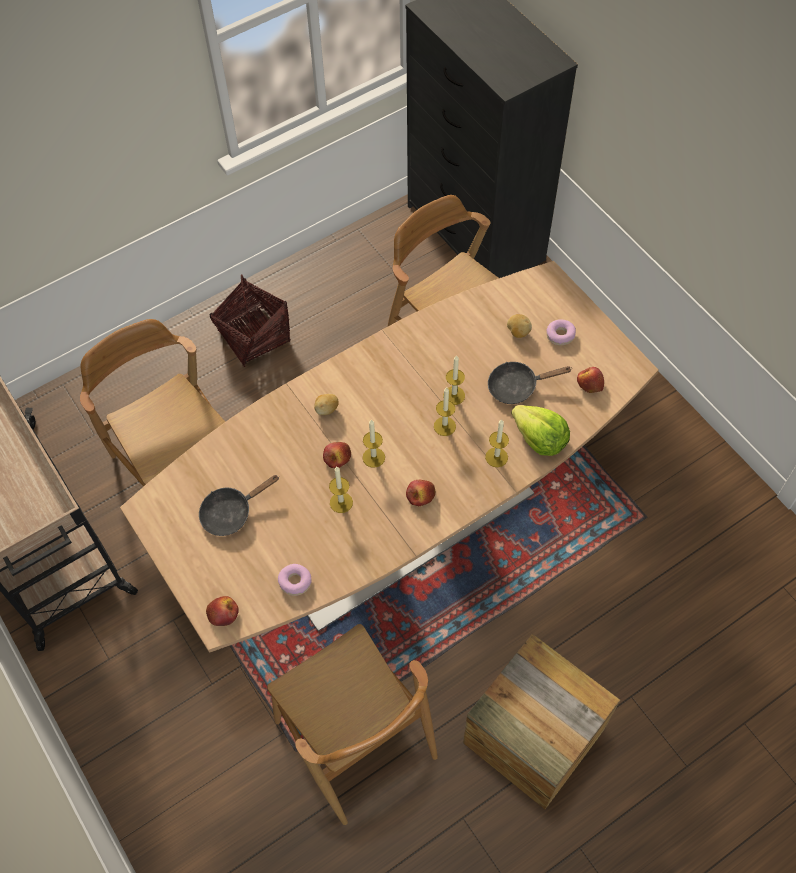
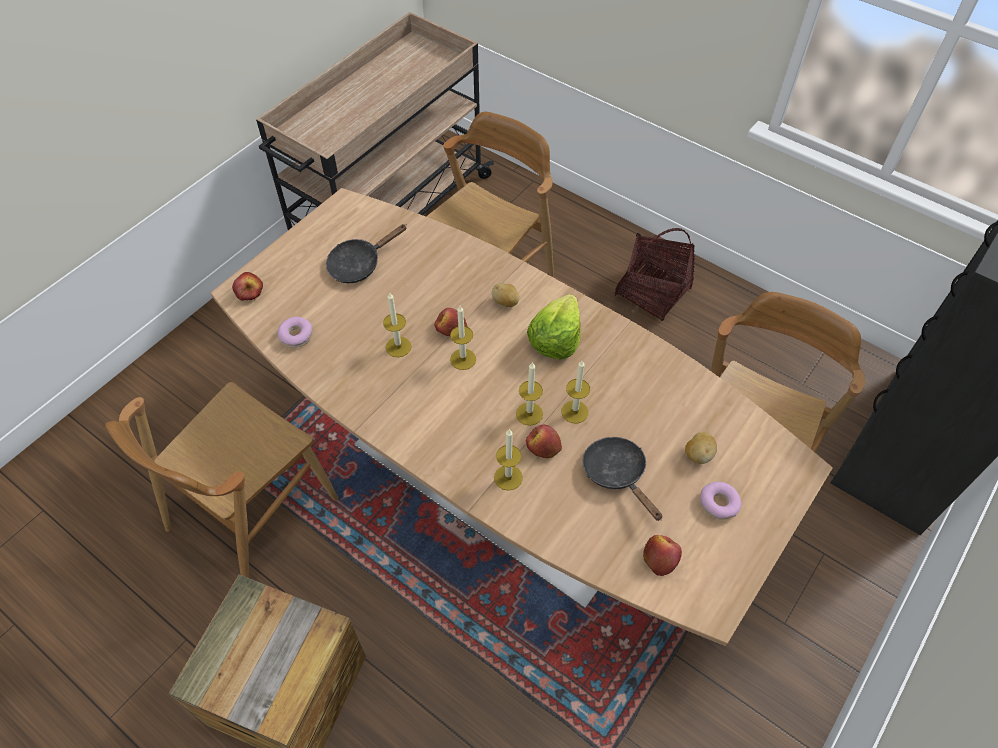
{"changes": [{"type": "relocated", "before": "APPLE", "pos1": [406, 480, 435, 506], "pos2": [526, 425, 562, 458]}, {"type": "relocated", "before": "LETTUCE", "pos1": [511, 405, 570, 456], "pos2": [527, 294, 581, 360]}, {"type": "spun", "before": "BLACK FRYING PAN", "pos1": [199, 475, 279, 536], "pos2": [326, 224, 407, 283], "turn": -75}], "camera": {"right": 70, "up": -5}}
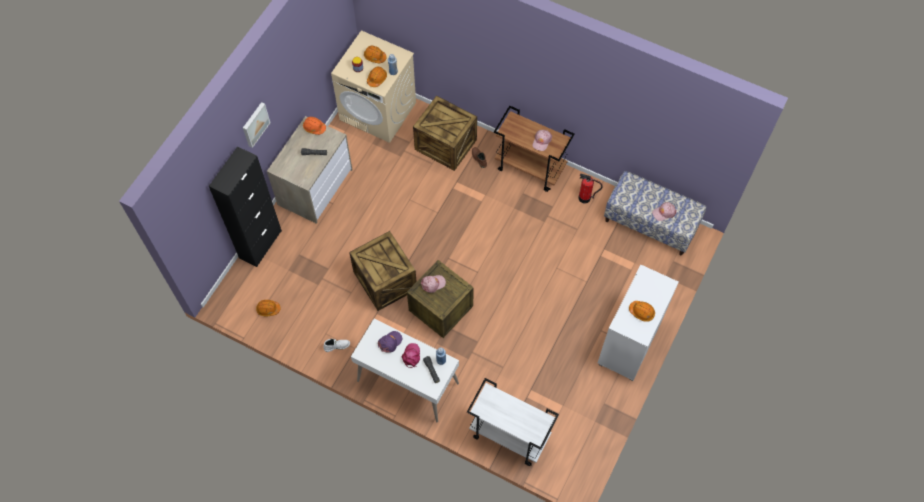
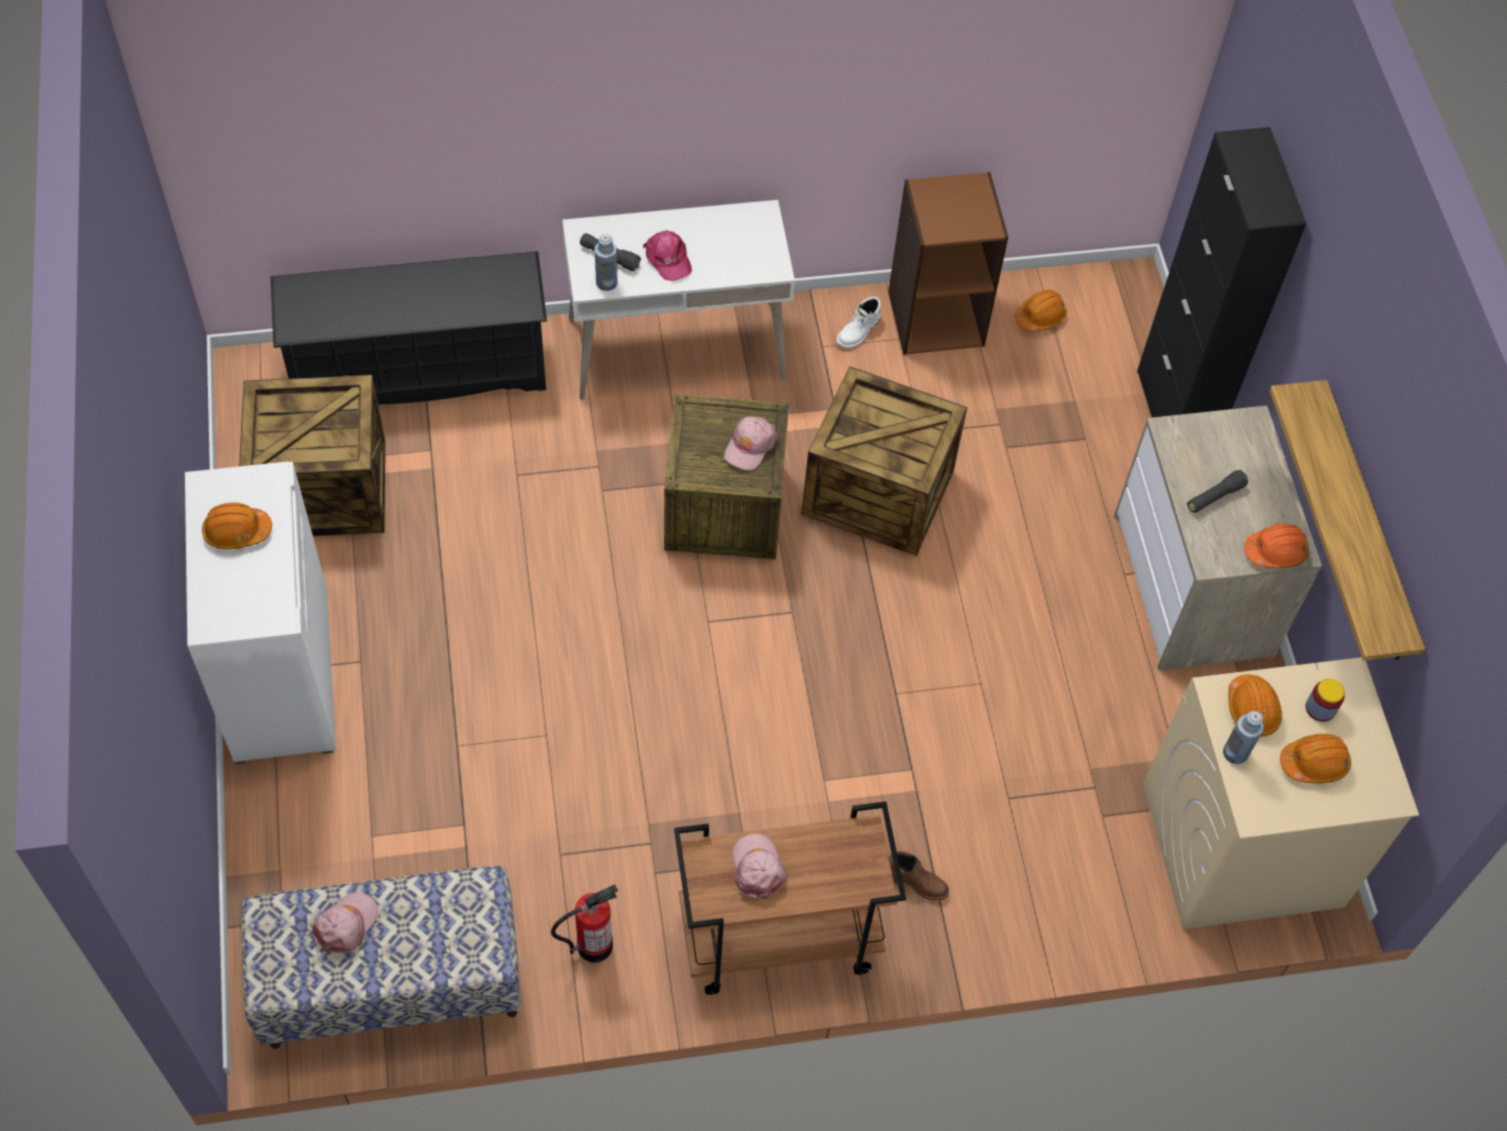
{"changes": [{"type": "missing", "before": "PICTURE", "pos1": [243, 102, 271, 148]}, {"type": "missing", "before": "PURPLE CAP", "pos1": [378, 331, 402, 353]}, {"type": "appeared", "after": "BROWN BOOKCASE", "pos2": [888, 172, 1008, 355]}, {"type": "appeared", "after": "SHELF", "pos2": [1269, 380, 1425, 661]}, {"type": "relocated", "before": "CRATE", "pos1": [413, 95, 477, 171], "pos2": [239, 375, 385, 536]}, {"type": "exchanged", "before": "WHITE CART", "after": "BLACK SHOE RACK", "pos1": [467, 378, 559, 466], "pos2": [271, 251, 547, 405]}], "camera": {"right": 140, "up": -5}}
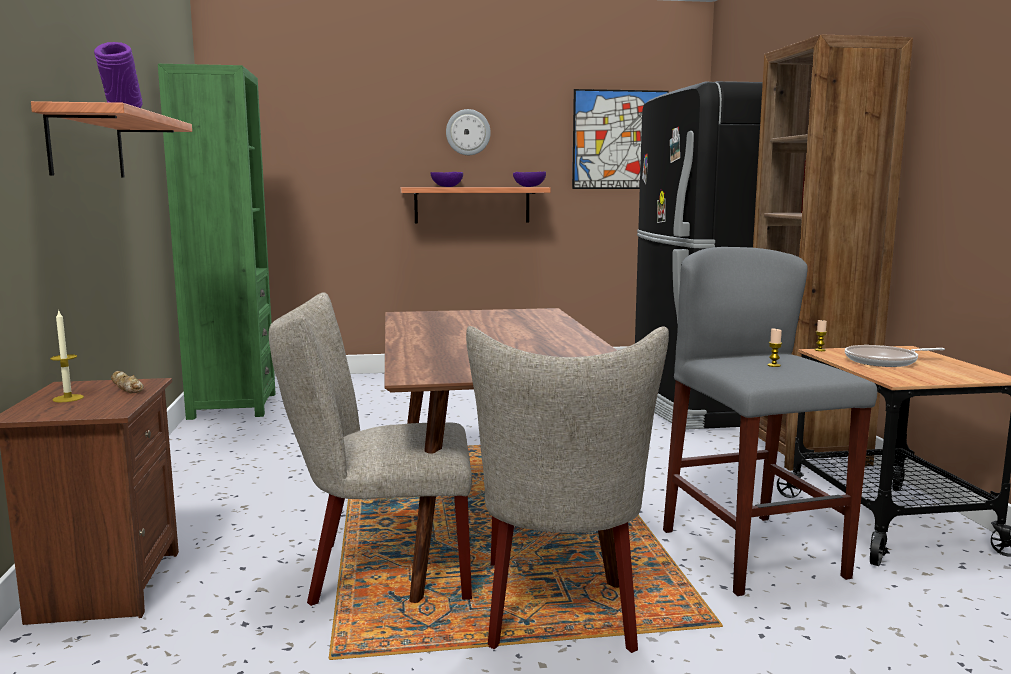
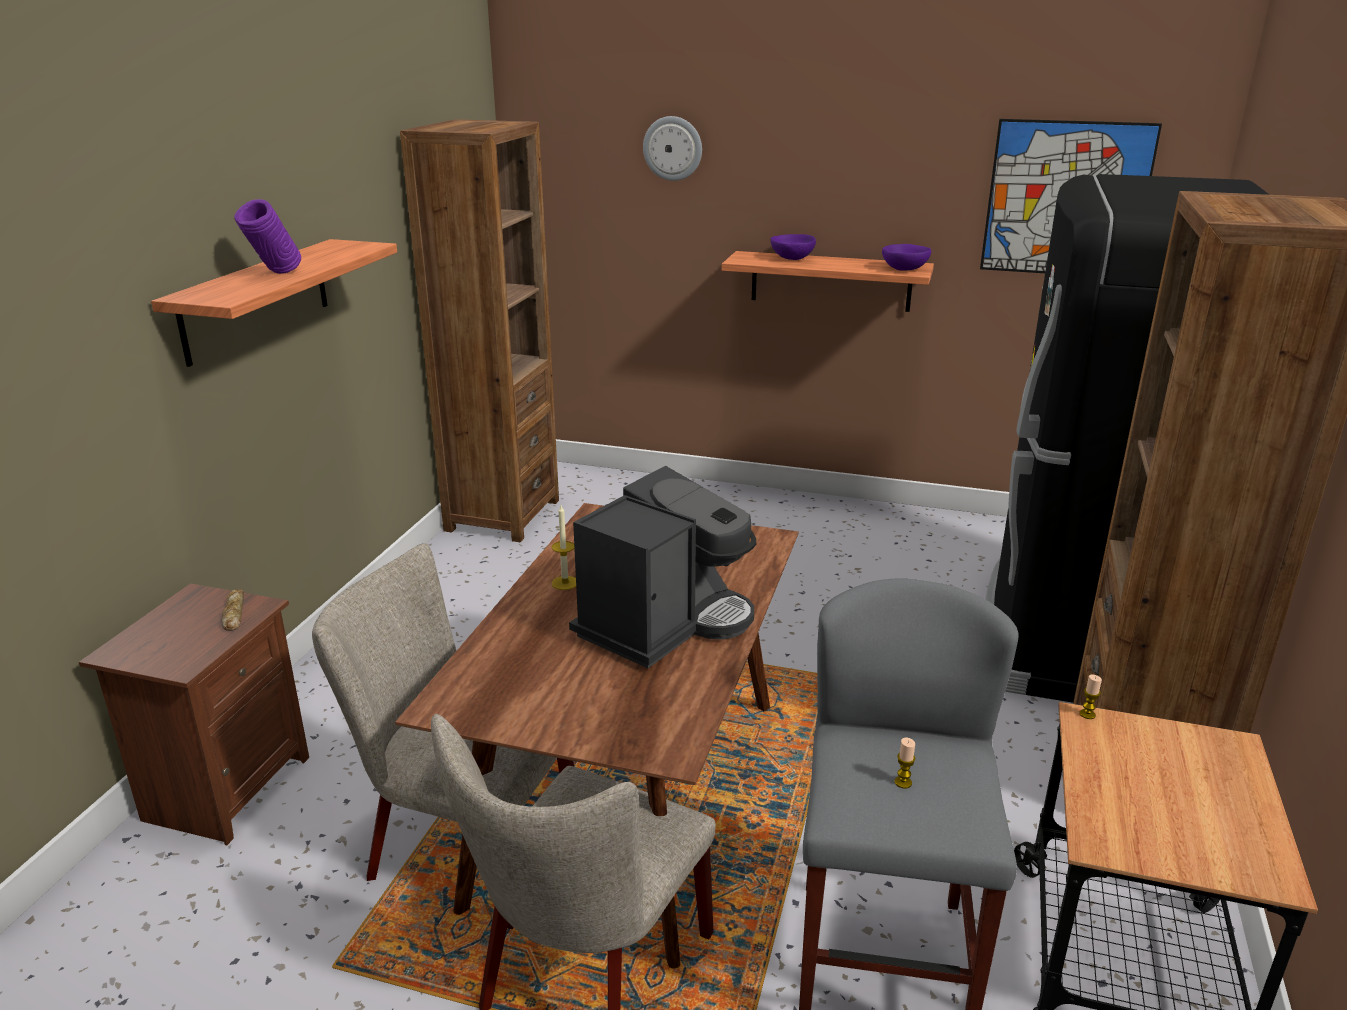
{"changes": [{"type": "missing", "before": "FRYING PAN", "pos1": [845, 345, 945, 367]}, {"type": "appeared", "after": "COFFEE MACHINE", "pos2": [569, 466, 757, 668]}, {"type": "relocated", "before": "CANDLE", "pos1": [50, 311, 84, 402], "pos2": [552, 505, 576, 590]}, {"type": "relocated", "before": "WALL CLOCK", "pos1": [446, 109, 491, 155], "pos2": [643, 116, 702, 181]}, {"type": "colour", "before": "GREEN BOOKCASE", "after": "BROWN BOOKCASE", "pos1": [158, 64, 276, 420], "pos2": [400, 119, 559, 542]}], "camera": {"right": 25, "up": 15}}
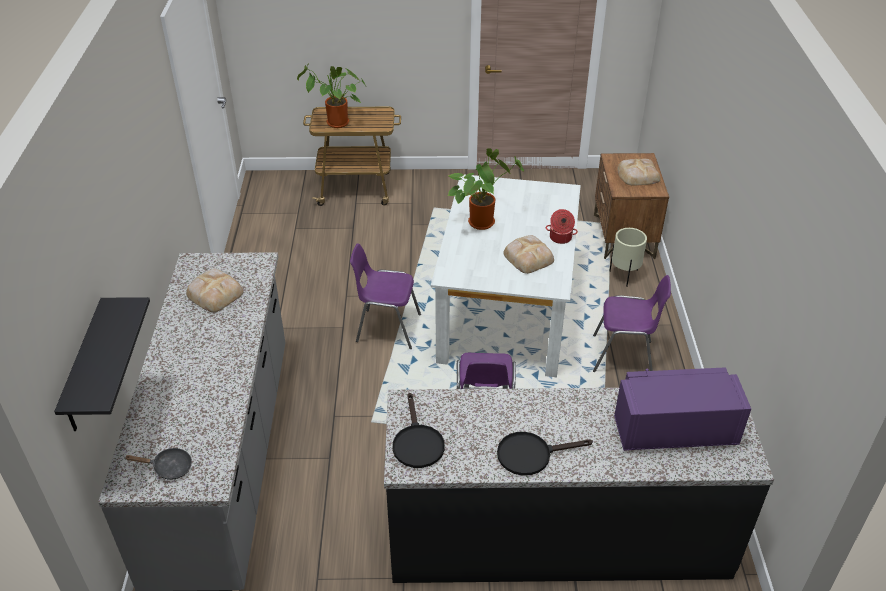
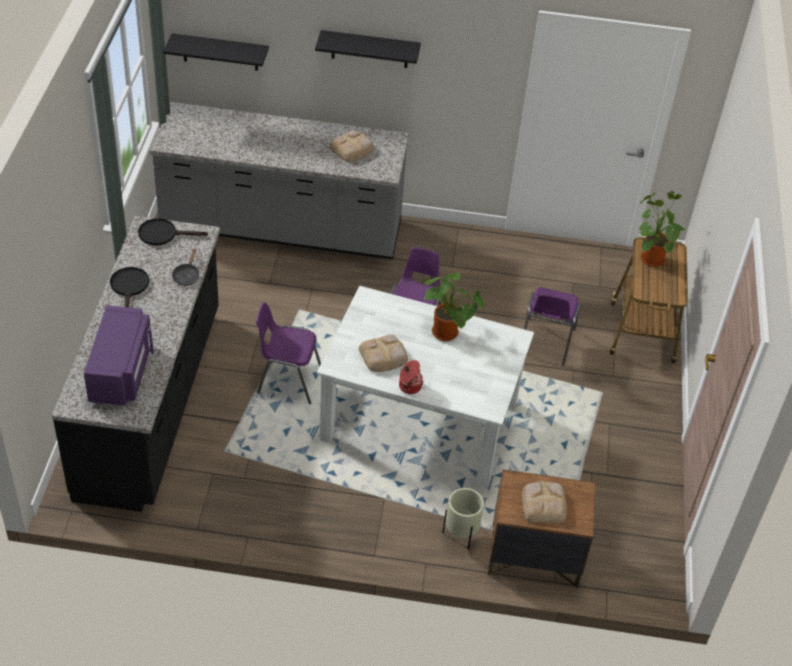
{"changes": [{"type": "appeared", "after": "BLACK SHELF", "pos2": [315, 30, 421, 68]}, {"type": "relocated", "before": "BLACK FRYING PAN", "pos1": [124, 448, 192, 480], "pos2": [172, 248, 199, 286]}, {"type": "relocated", "before": "PURPLE CHAIR", "pos1": [593, 275, 671, 372], "pos2": [524, 287, 581, 365]}], "camera": {"right": 95, "up": 5}}
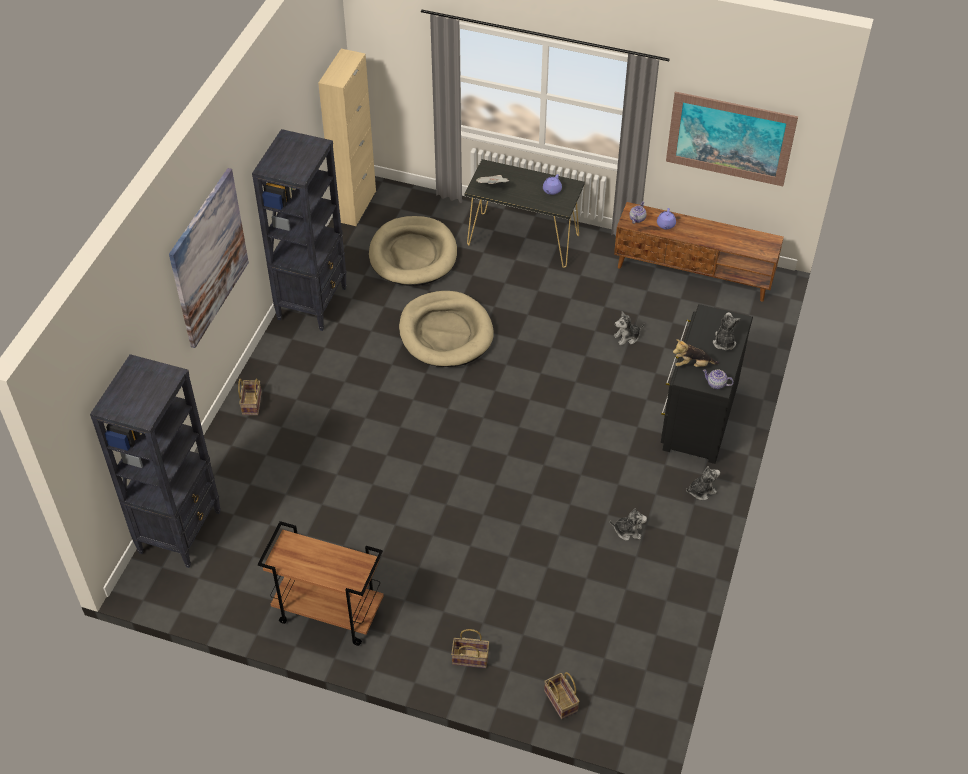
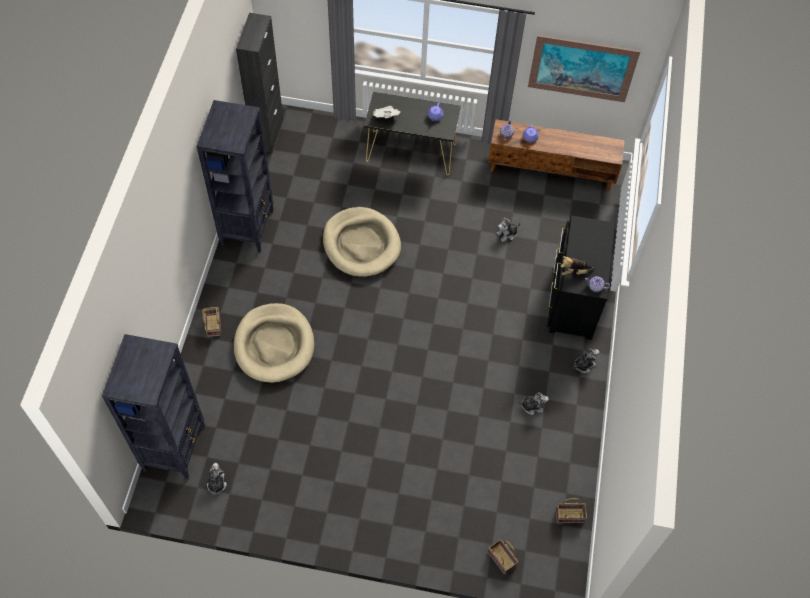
{"changes": [{"type": "missing", "before": "PICTURE", "pos1": [169, 168, 249, 348]}, {"type": "missing", "before": "BROWN CART", "pos1": [258, 521, 384, 646]}, {"type": "relocated", "before": "BEIGE DOG BED", "pos1": [369, 216, 457, 286], "pos2": [234, 303, 314, 383]}, {"type": "relocated", "before": "BASKET", "pos1": [451, 629, 489, 668], "pos2": [556, 498, 587, 523]}, {"type": "relocated", "before": "PLUSH TOY", "pos1": [713, 312, 740, 350], "pos2": [207, 463, 227, 496]}, {"type": "colour", "before": "BEIGE CABINET", "after": "BLACK CABINET", "pos1": [318, 49, 376, 226], "pos2": [236, 13, 283, 153]}], "camera": {"right": -10, "up": 10}}
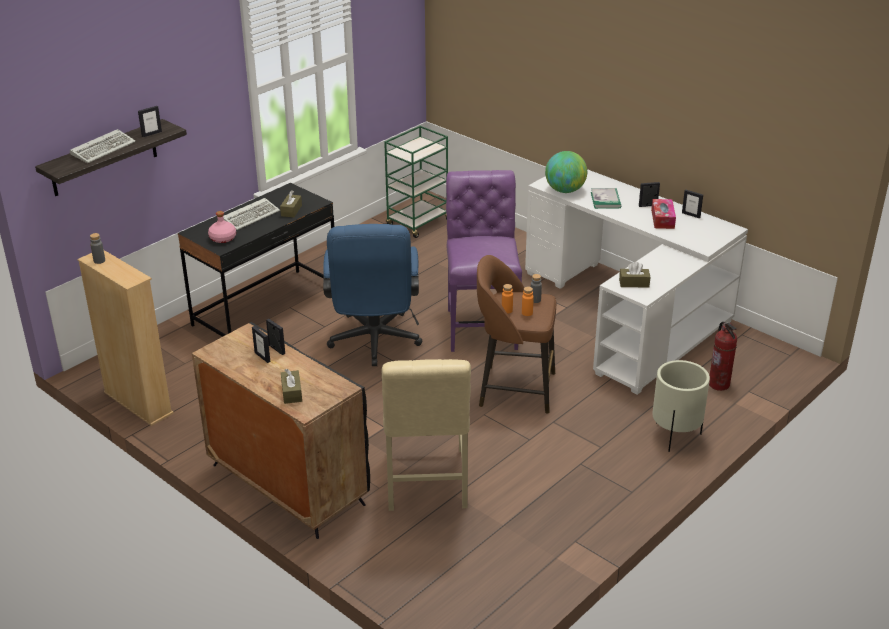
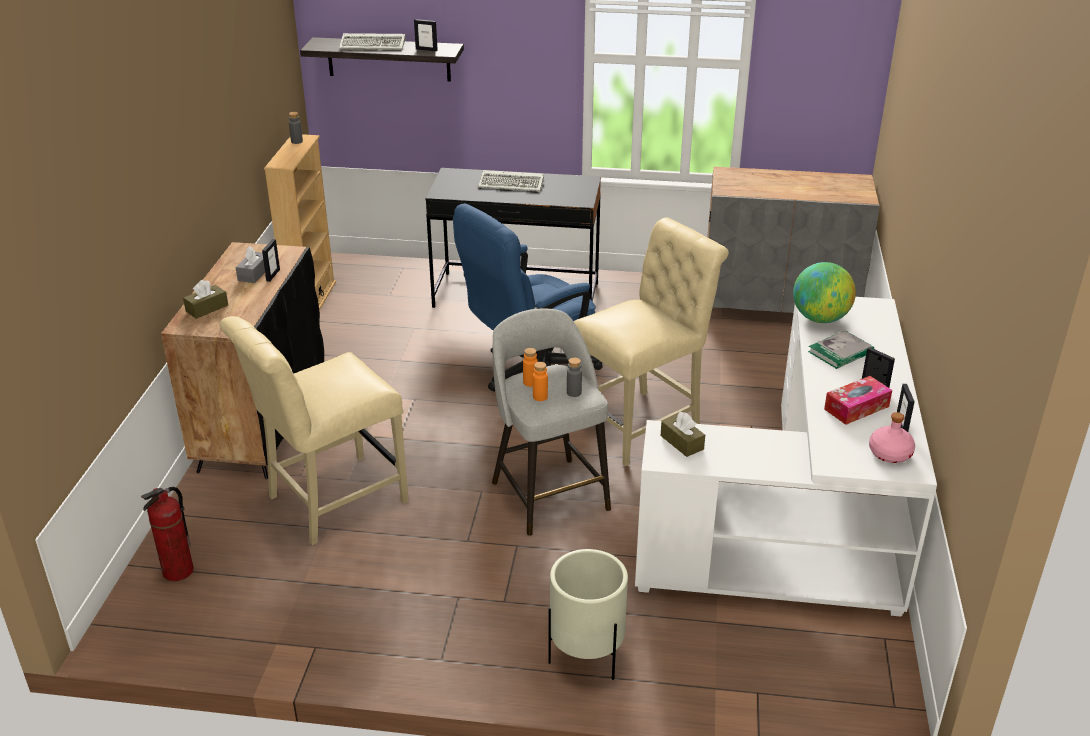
{"changes": [{"type": "missing", "before": "BROWN TISSUE BOX", "pos1": [280, 191, 302, 217]}, {"type": "relocated", "before": "PINK BOTTLE", "pos1": [208, 211, 236, 243], "pos2": [869, 412, 915, 463]}, {"type": "relocated", "before": "FIRE EXTINGUISHER", "pos1": [709, 322, 737, 391], "pos2": [141, 487, 194, 581]}, {"type": "exchanged", "before": "PICTURE FRAME", "after": "GREY TISSUE BOX", "pos1": [252, 326, 270, 363], "pos2": [235, 247, 265, 283]}, {"type": "exchanged", "before": "GREEN CART", "after": "GREY CABINET", "pos1": [384, 126, 448, 238], "pos2": [707, 166, 880, 313]}, {"type": "colour", "before": "PURPLE CHAIR", "after": "BEIGE CHAIR", "pos1": [446, 170, 522, 352], "pos2": [574, 218, 729, 466]}, {"type": "colour", "before": "BROWN STOOL", "after": "GREY STOOL", "pos1": [477, 255, 556, 414], "pos2": [492, 309, 611, 536]}], "camera": {"right": 55, "up": 0}}
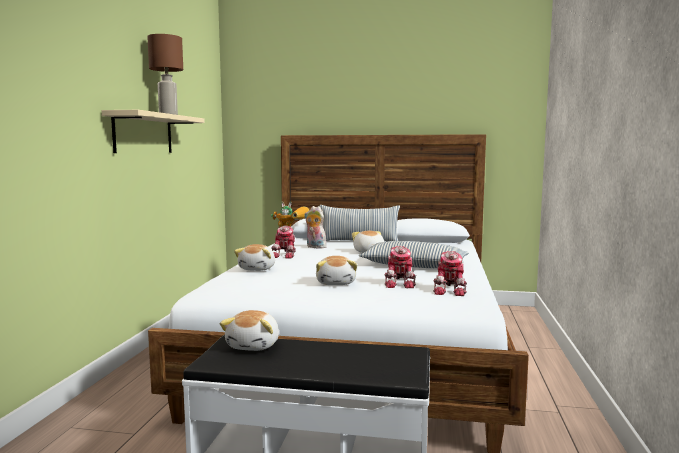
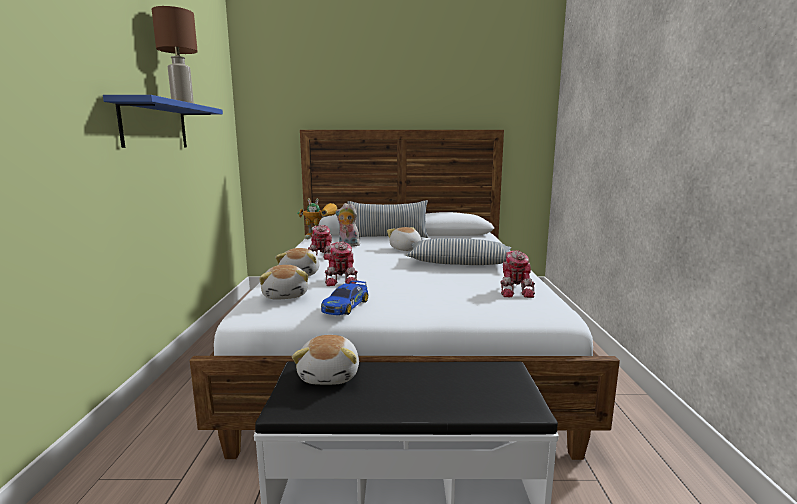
{"changes": [{"type": "appeared", "after": "TOY CAR", "pos2": [321, 280, 369, 315]}, {"type": "relocated", "before": "PLUSH TOY", "pos1": [316, 256, 357, 285], "pos2": [259, 265, 308, 300]}, {"type": "relocated", "before": "TOY ROBOT", "pos1": [384, 246, 416, 288], "pos2": [325, 242, 357, 286]}, {"type": "colour", "before": "BEIGE SHELF", "after": "BLUE SHELF", "pos1": [102, 110, 205, 153], "pos2": [103, 95, 223, 148]}], "camera": {"right": -10, "up": 5}}
